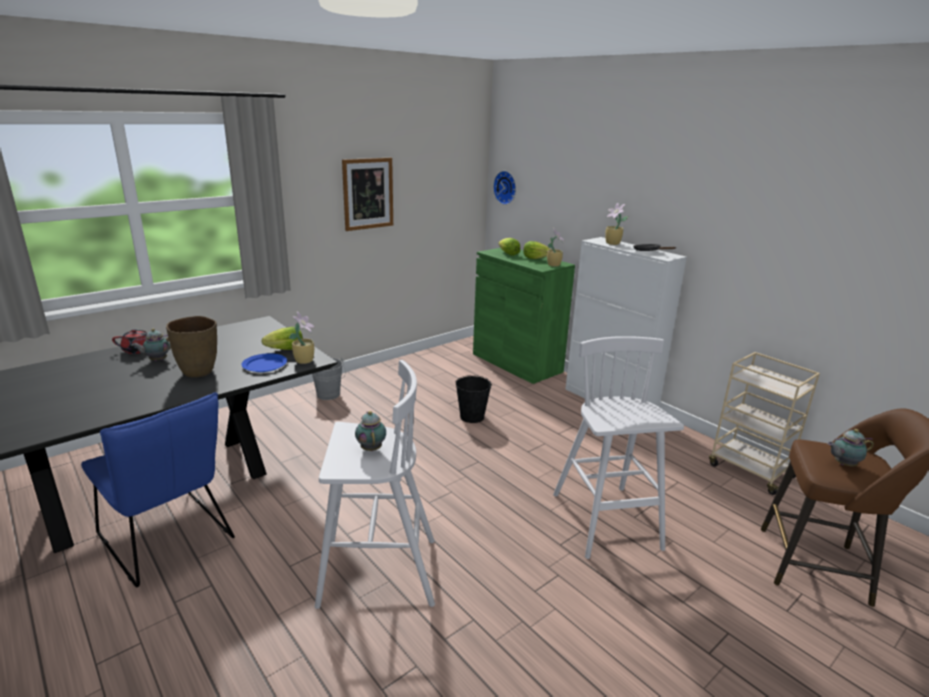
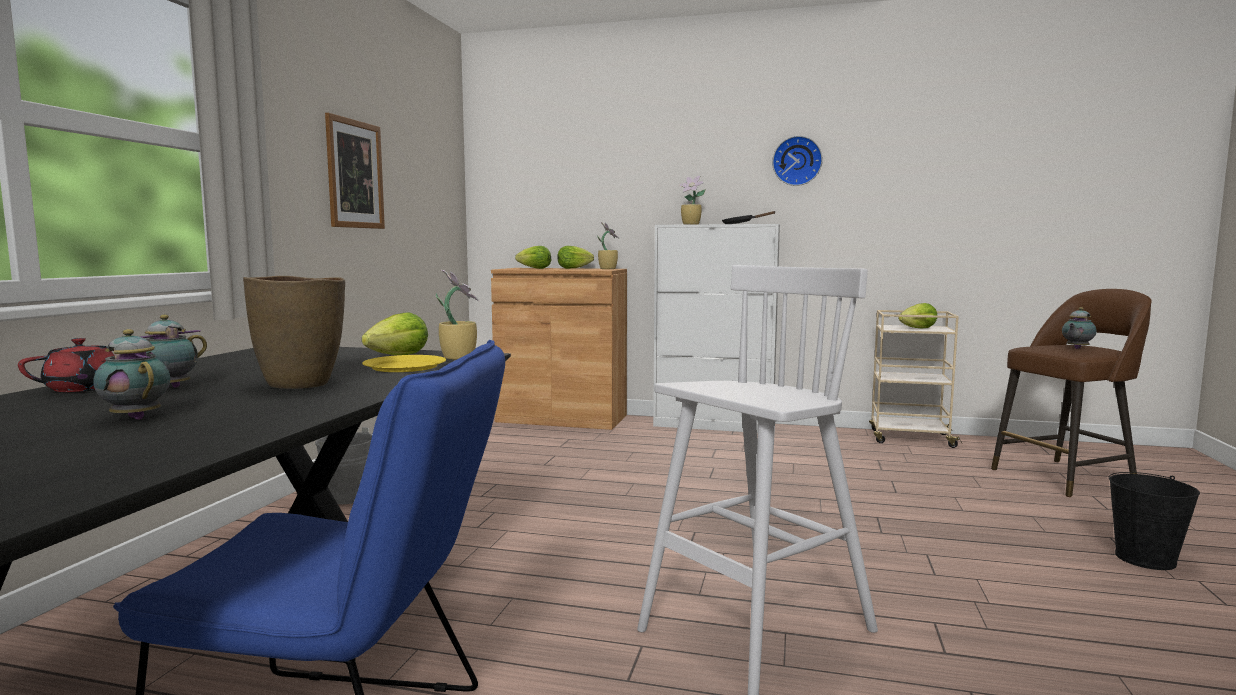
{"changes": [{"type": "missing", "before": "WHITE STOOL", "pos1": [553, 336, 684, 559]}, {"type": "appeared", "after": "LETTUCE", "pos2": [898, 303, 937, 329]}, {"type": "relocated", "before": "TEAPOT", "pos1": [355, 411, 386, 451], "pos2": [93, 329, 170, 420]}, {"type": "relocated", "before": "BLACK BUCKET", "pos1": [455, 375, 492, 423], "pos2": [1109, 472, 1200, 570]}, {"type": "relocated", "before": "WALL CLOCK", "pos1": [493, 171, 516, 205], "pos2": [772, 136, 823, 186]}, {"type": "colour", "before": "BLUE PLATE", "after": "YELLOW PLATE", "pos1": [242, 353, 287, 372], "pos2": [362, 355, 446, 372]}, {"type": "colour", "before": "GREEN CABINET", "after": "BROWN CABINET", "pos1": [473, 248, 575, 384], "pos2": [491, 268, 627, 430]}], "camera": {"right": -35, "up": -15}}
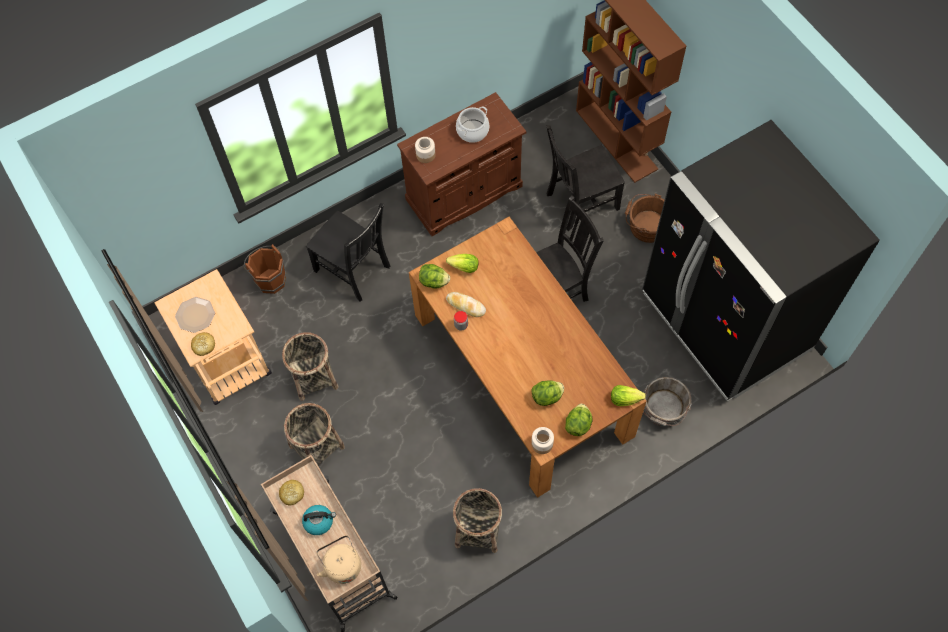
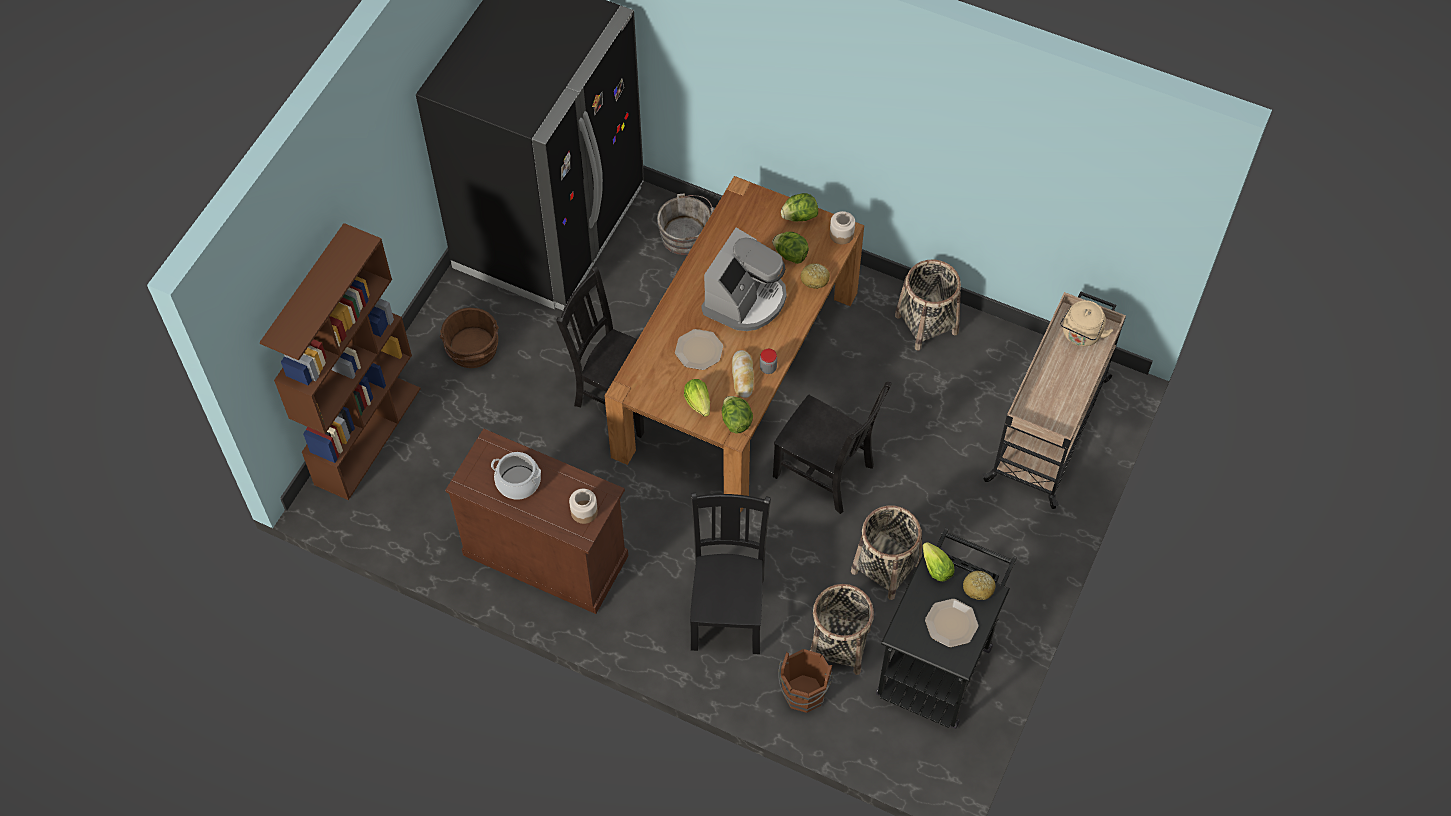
{"changes": [{"type": "missing", "before": "KETTLE", "pos1": [302, 505, 336, 535]}, {"type": "appeared", "after": "PLATE", "pos2": [675, 329, 723, 370]}, {"type": "appeared", "after": "COFFEE MACHINE", "pos2": [701, 227, 787, 331]}, {"type": "relocated", "before": "BREAD", "pos1": [279, 480, 304, 505], "pos2": [801, 263, 830, 289]}, {"type": "relocated", "before": "BASKET", "pos1": [283, 403, 345, 465], "pos2": [810, 584, 874, 675]}, {"type": "relocated", "before": "BLACK CHAIR", "pos1": [546, 125, 625, 231], "pos2": [773, 382, 892, 514]}, {"type": "relocated", "before": "LETTUCE", "pos1": [611, 385, 646, 406], "pos2": [922, 542, 955, 581]}, {"type": "colour", "before": "BEIGE CART", "after": "BLACK CART", "pos1": [154, 269, 272, 405], "pos2": [876, 528, 1017, 729]}], "camera": {"right": -125, "up": -5}}
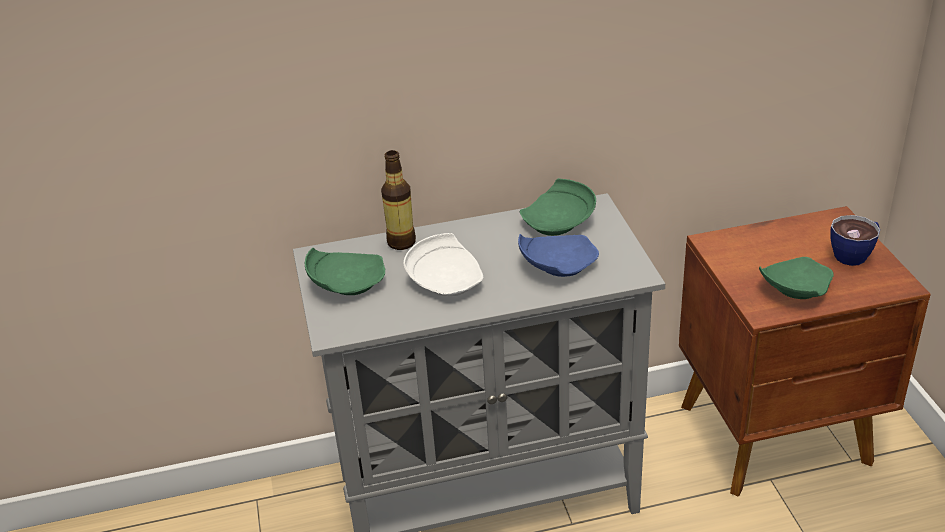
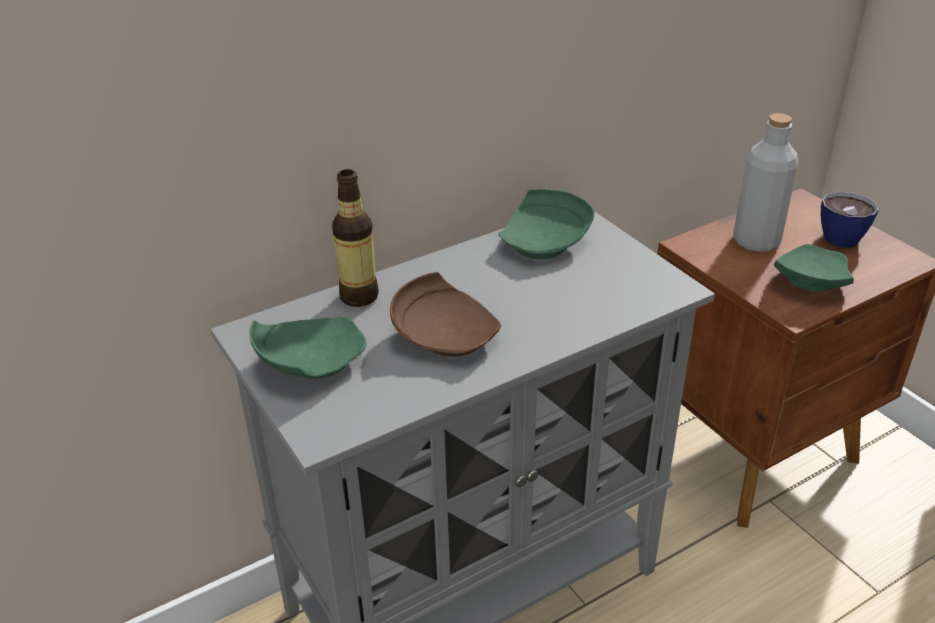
{"changes": [{"type": "missing", "before": "BLUE PLATE", "pos1": [518, 234, 599, 277]}, {"type": "appeared", "after": "GREY BOTTLE", "pos2": [733, 113, 799, 252]}, {"type": "colour", "before": "WHITE PLATE", "after": "BROWN PLATE", "pos1": [403, 233, 483, 297], "pos2": [390, 272, 501, 357]}], "camera": {"right": -20, "up": 0}}
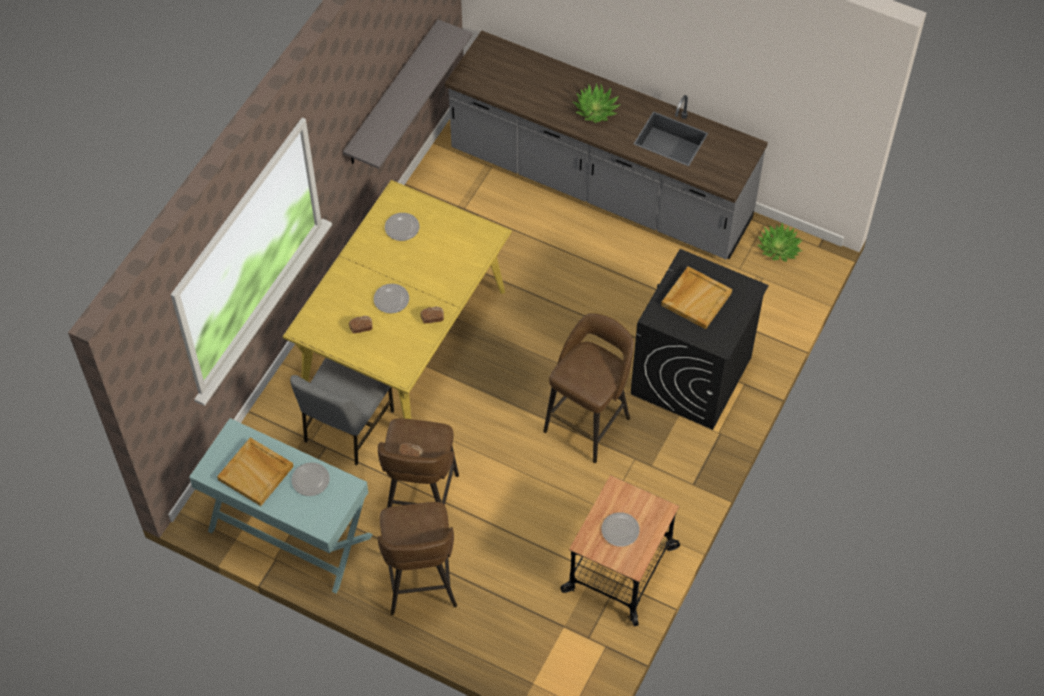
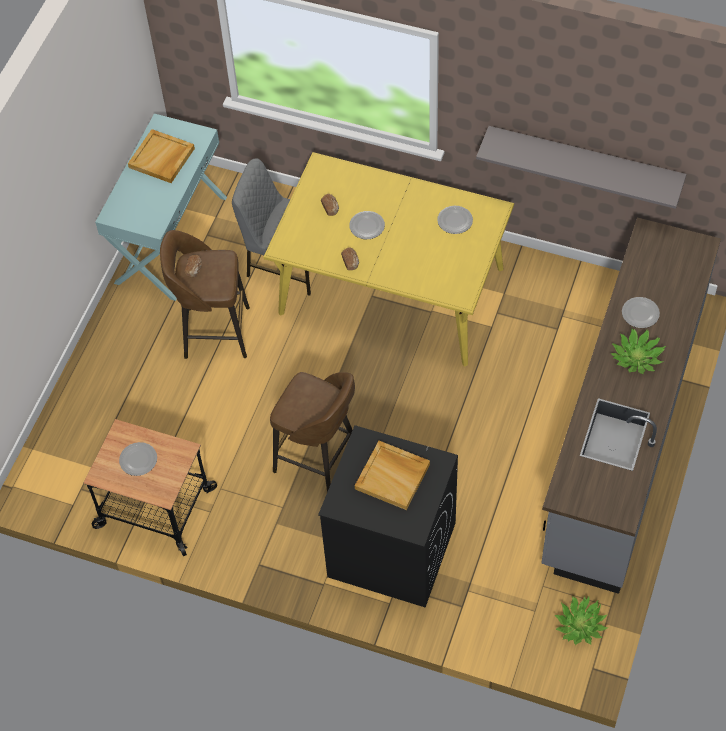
{"changes": [{"type": "missing", "before": "BROWN STOOL", "pos1": [378, 502, 457, 615]}, {"type": "relocated", "before": "PLATE", "pos1": [291, 462, 330, 496], "pos2": [622, 297, 660, 328]}], "camera": {"right": 85, "up": 0}}
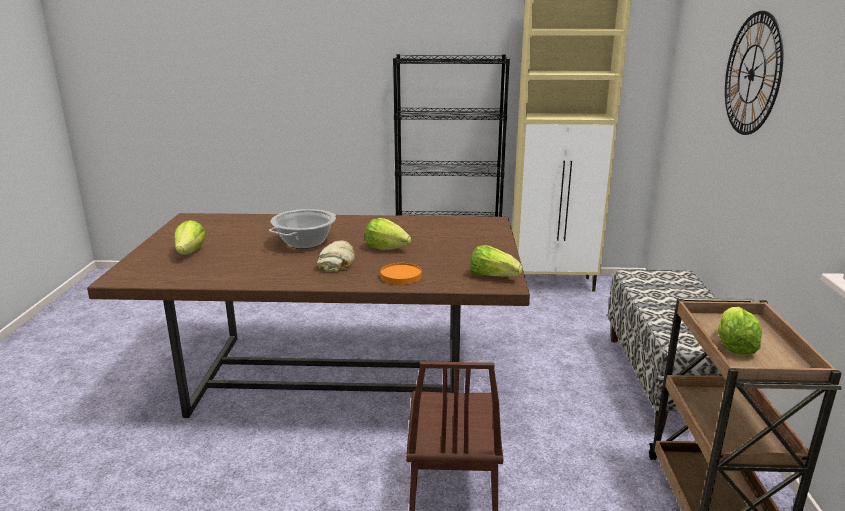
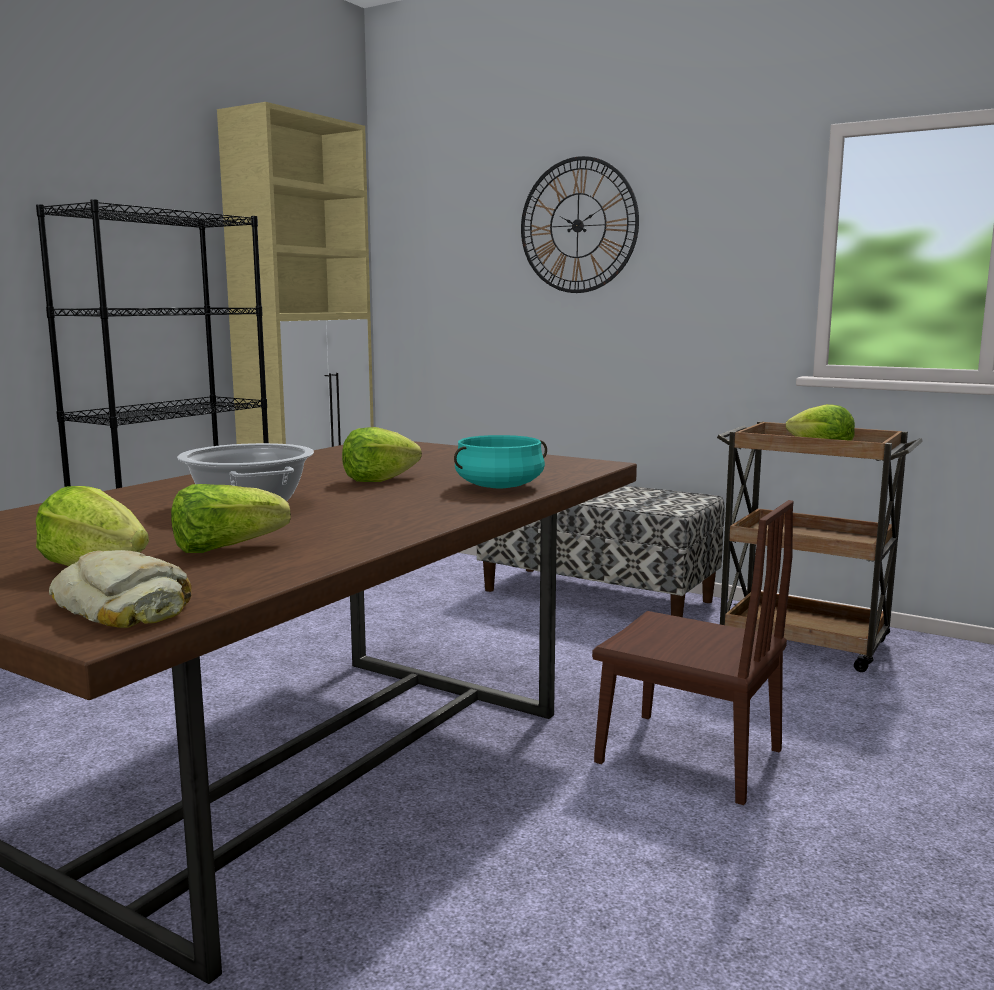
{"changes": [{"type": "relocated", "before": "BREAD", "pos1": [317, 241, 355, 272], "pos2": [49, 550, 192, 628]}, {"type": "relocated", "before": "LETTUCE", "pos1": [470, 245, 523, 277], "pos2": [171, 484, 291, 553]}, {"type": "exchanged", "before": "ORANGE PLATE", "after": "TURQUOISE COOKING POT", "pos1": [381, 263, 422, 285], "pos2": [454, 435, 547, 488]}], "camera": {"right": -60, "up": -10}}
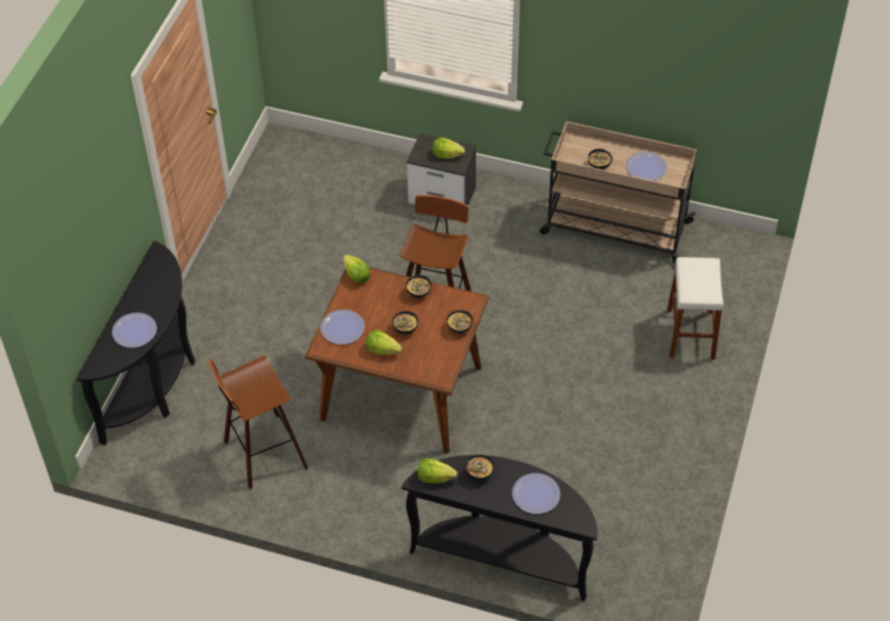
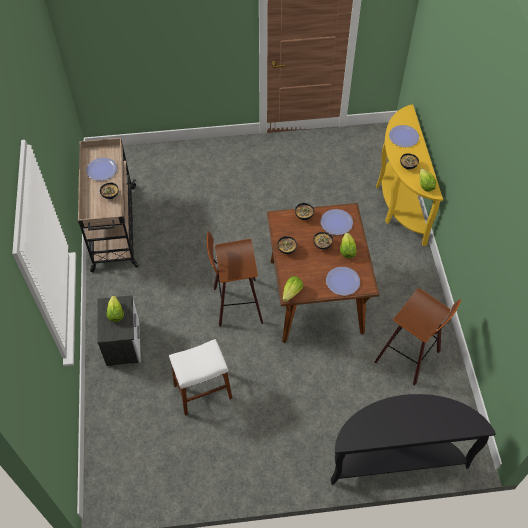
{"changes": [{"type": "relocated", "before": "PLATE", "pos1": [112, 313, 157, 348], "pos2": [320, 209, 353, 235]}, {"type": "relocated", "before": "WHITE STOOL", "pos1": [667, 257, 723, 359], "pos2": [169, 339, 232, 416]}, {"type": "colour", "before": "BLACK CONSOLE TABLE", "after": "YELLOW CONSOLE TABLE", "pos1": [402, 455, 598, 601], "pos2": [376, 104, 443, 246]}], "camera": {"right": -115, "up": 5}}
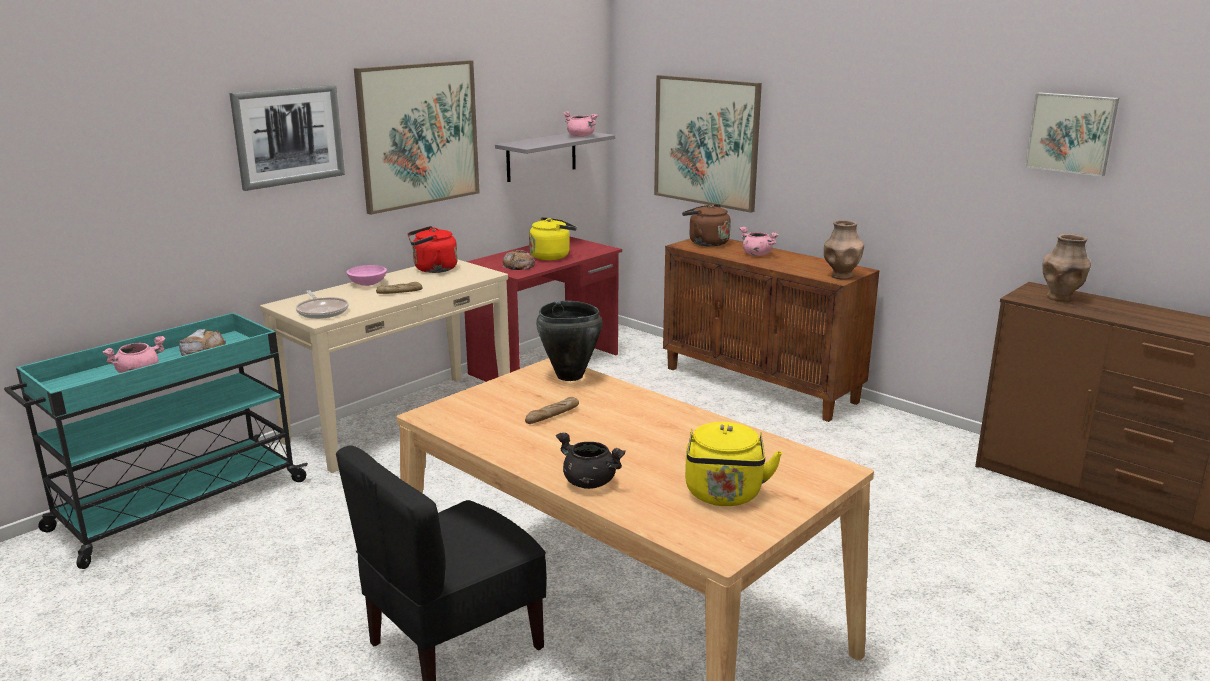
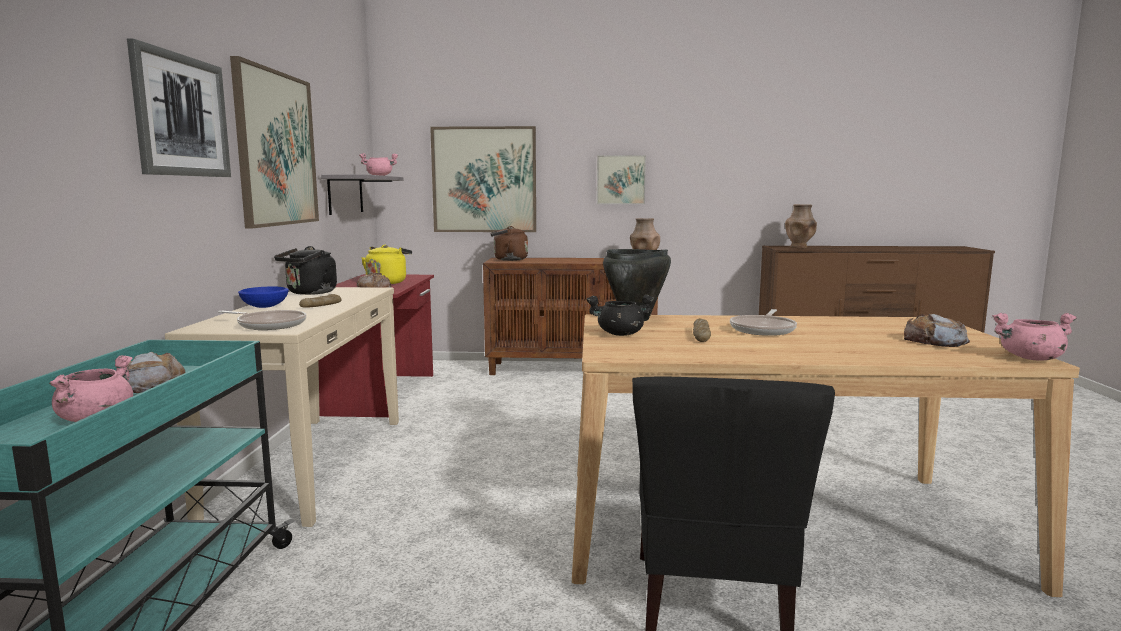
{"changes": [{"type": "appeared", "after": "FRYING PAN", "pos2": [730, 309, 797, 336]}, {"type": "relocated", "before": "BLACK COOKING POT", "pos1": [556, 432, 626, 489], "pos2": [587, 295, 654, 336]}, {"type": "relocated", "before": "PINK COOKING POT", "pos1": [739, 227, 779, 256], "pos2": [992, 313, 1077, 360]}, {"type": "relocated", "before": "PICTURE", "pos1": [1025, 92, 1119, 177], "pos2": [597, 155, 646, 204]}, {"type": "exchanged", "before": "YELLOW KETTLE", "after": "BREAD", "pos1": [685, 422, 782, 506], "pos2": [904, 314, 970, 347]}, {"type": "colour", "before": "PINK BOWL", "after": "BLUE BOWL", "pos1": [346, 265, 387, 286], "pos2": [238, 287, 289, 308]}, {"type": "colour", "before": "RED KETTLE", "after": "BLACK KETTLE", "pos1": [408, 226, 458, 273], "pos2": [274, 246, 337, 295]}], "camera": {"right": -40, "up": -10}}
